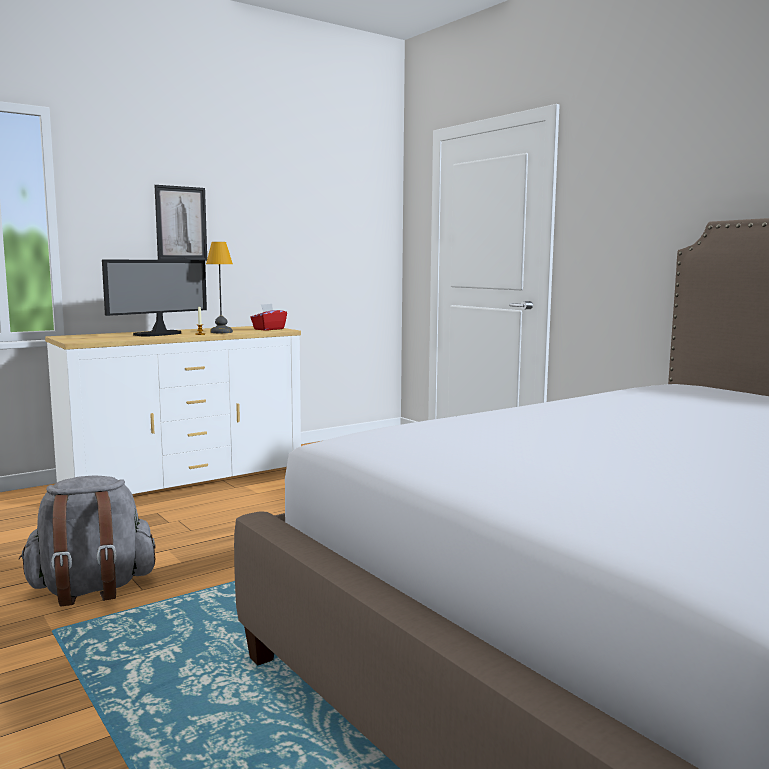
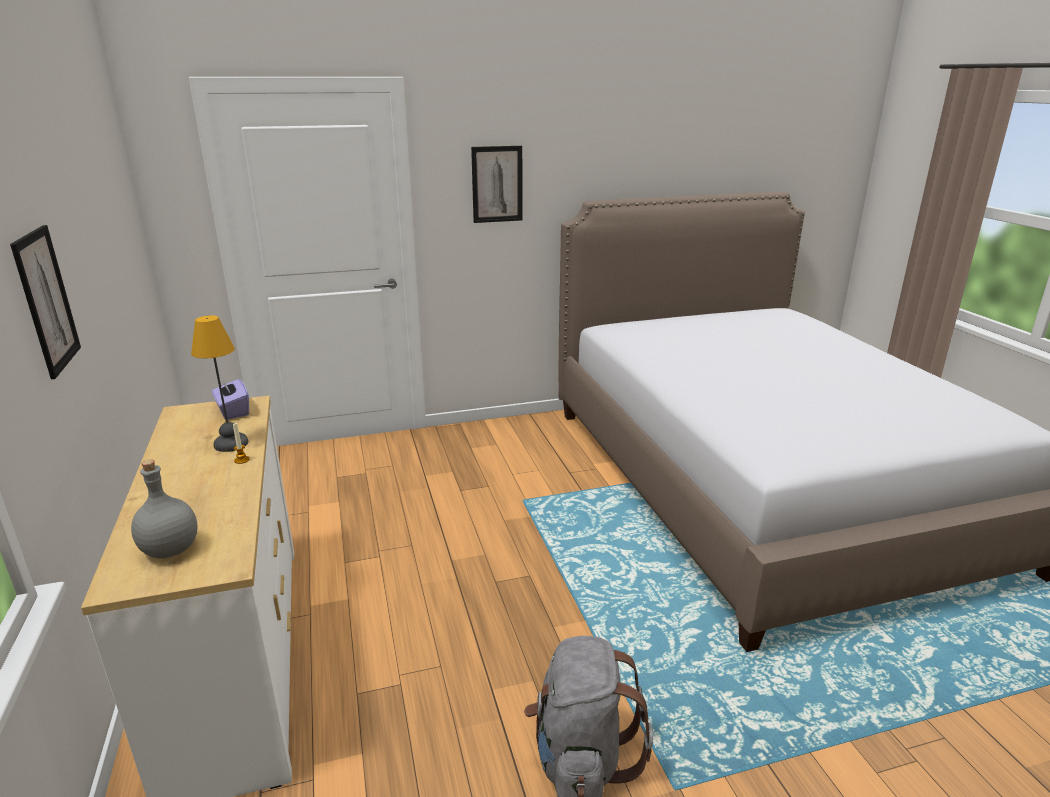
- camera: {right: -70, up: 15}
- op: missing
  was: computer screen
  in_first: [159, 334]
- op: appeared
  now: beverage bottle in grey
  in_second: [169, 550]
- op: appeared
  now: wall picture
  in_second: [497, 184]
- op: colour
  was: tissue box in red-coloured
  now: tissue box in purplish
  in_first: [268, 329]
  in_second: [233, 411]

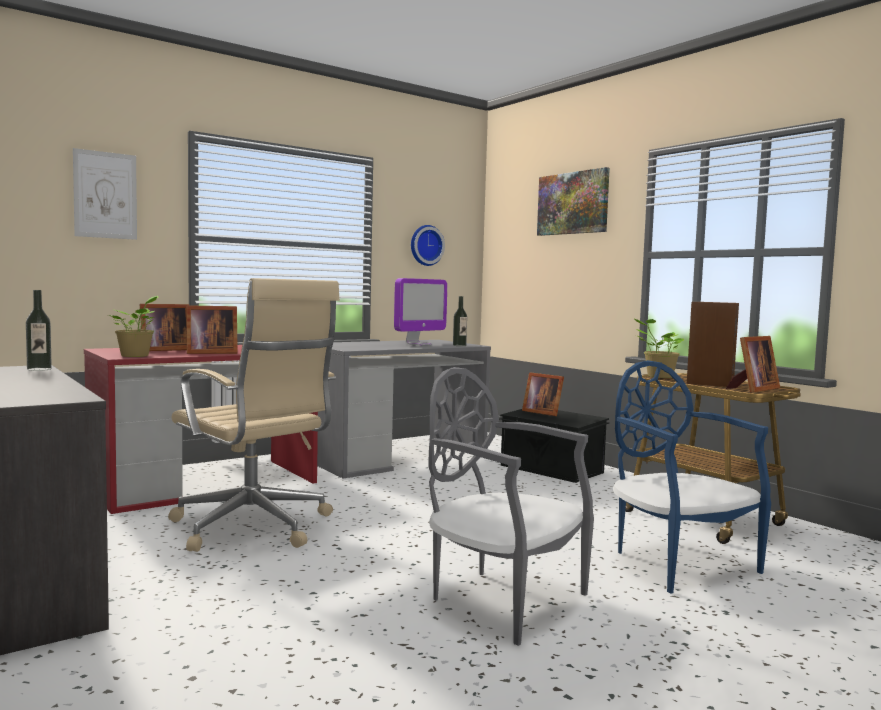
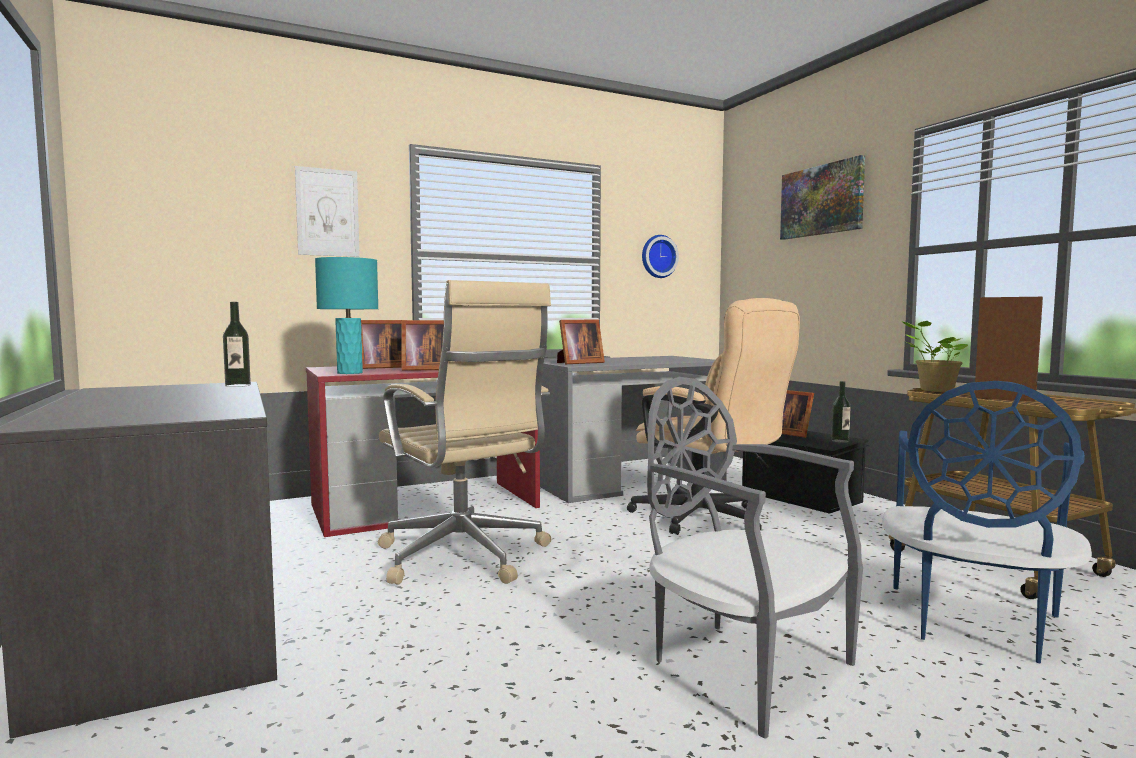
- camera: {right: 10, up: 0}
- op: missing
  was: computer screen
  in_first: [419, 344]
- op: appeared
  now: computer chair in beige
  in_second: [708, 519]
- op: relocated
  was: beverage bottle
  in_first: [459, 345]
  in_second: [840, 441]
- op: relocated
  was: picture frame
  in_first: [752, 389]
  in_second: [578, 363]
- op: exchanged
  was: plant in a pot
  now: tabletop lamp in turquoise
  in_first: [136, 356]
  in_second: [349, 373]
- op: spun
  was: chair in blue
  in_first: [678, 563]
  in_second: [974, 624]
  clockwise: -135

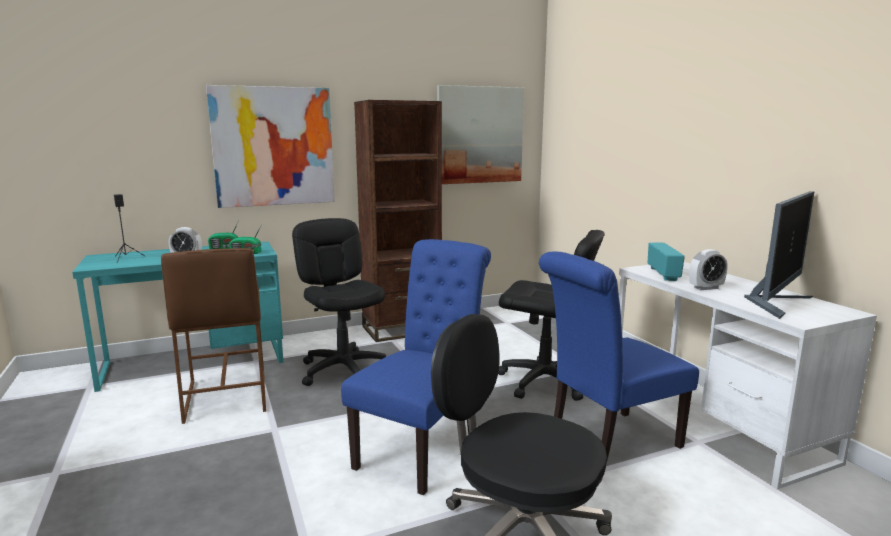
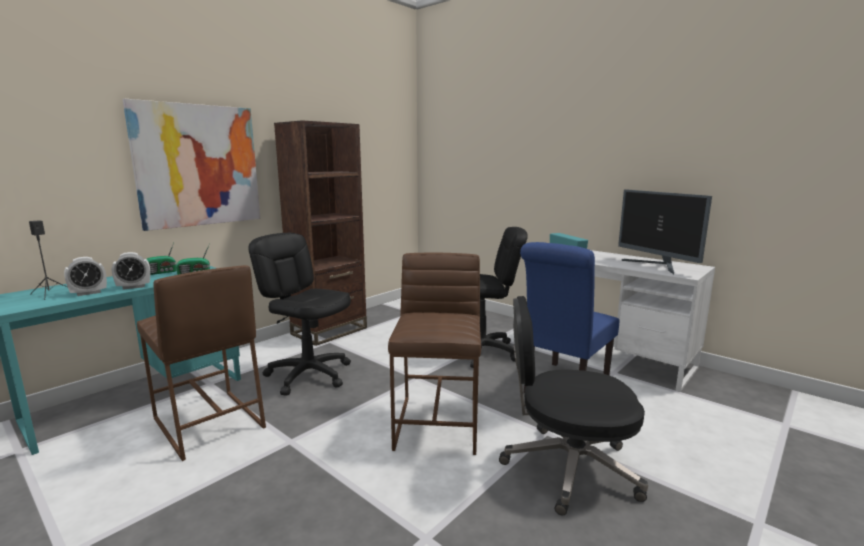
- camera: {right: -25, up: 0}
- op: missing
  was: wall picture
  in_first: [479, 135]
- op: relocated
  was: alarm clock
  in_first: [706, 288]
  in_second: [89, 293]
- op: exchanged
  was: chair in blue
  now: stool in brown-coloured
  in_first: [423, 448]
  in_second: [438, 423]
- op: spun
  was: computer screen
  in_first: [775, 303]
  in_second: [657, 266]
  clockwise: 135

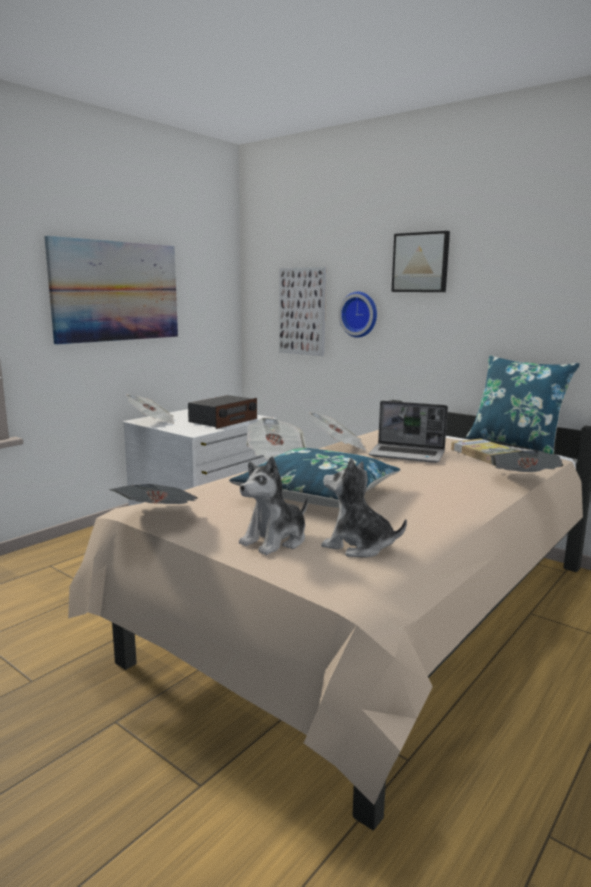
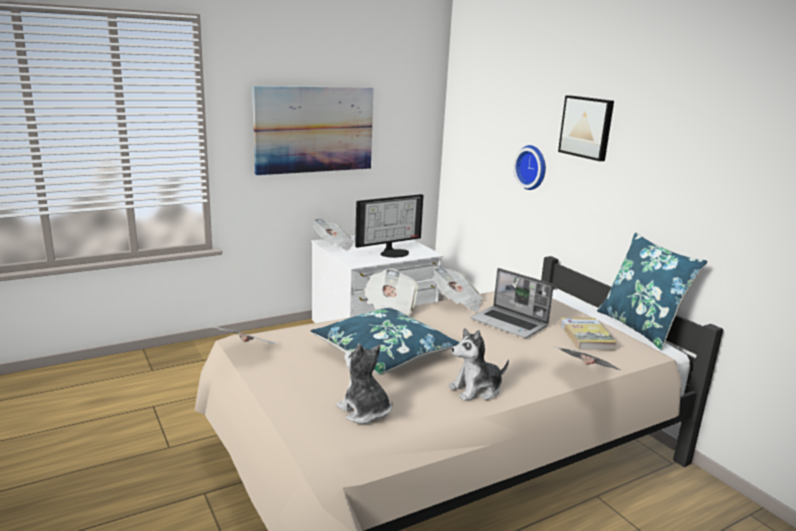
- camera: {right: 20, up: 5}
- op: missing
  was: wall picture
  in_first: [302, 311]
- op: relocated
  was: soft toy
  in_first: [275, 541]
  in_second: [476, 390]
- op: exchanged
  was: radio
  now: computer screen
  in_first: [223, 421]
  in_second: [393, 252]

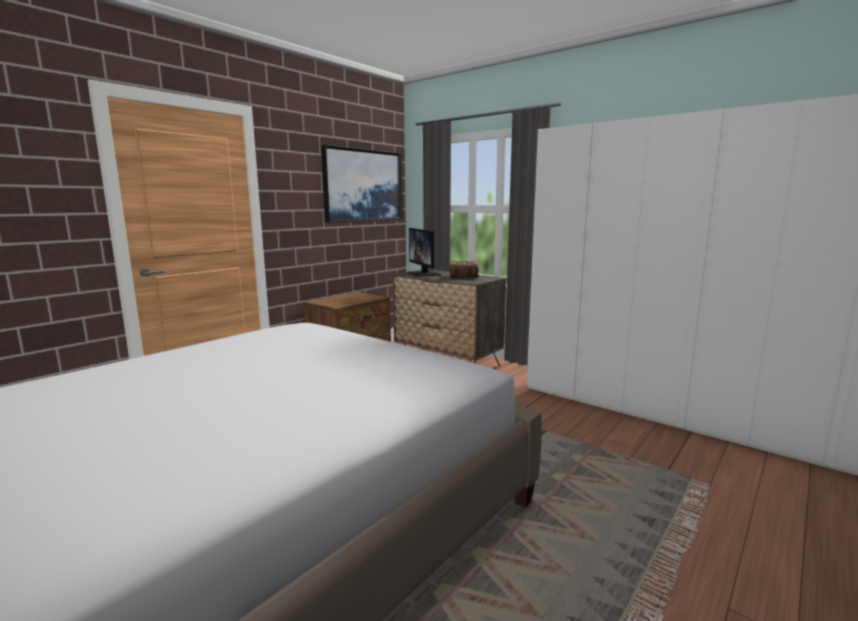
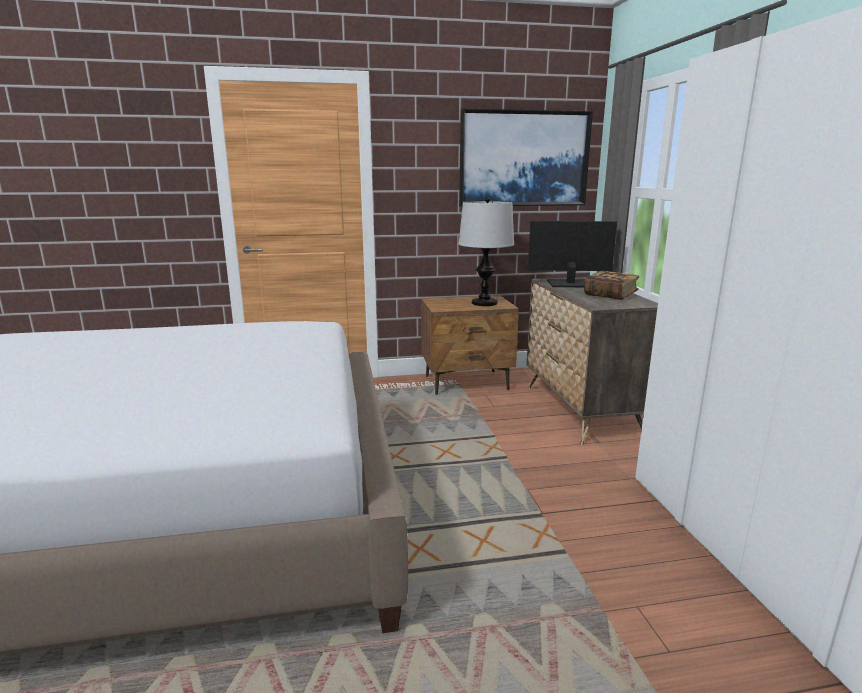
- camera: {right: 40, up: 5}
- op: appeared
  now: tabletop lamp
  in_second: [484, 303]
- op: spun
  was: computer screen
  in_first: [424, 273]
  in_second: [569, 283]
  clockwise: 75

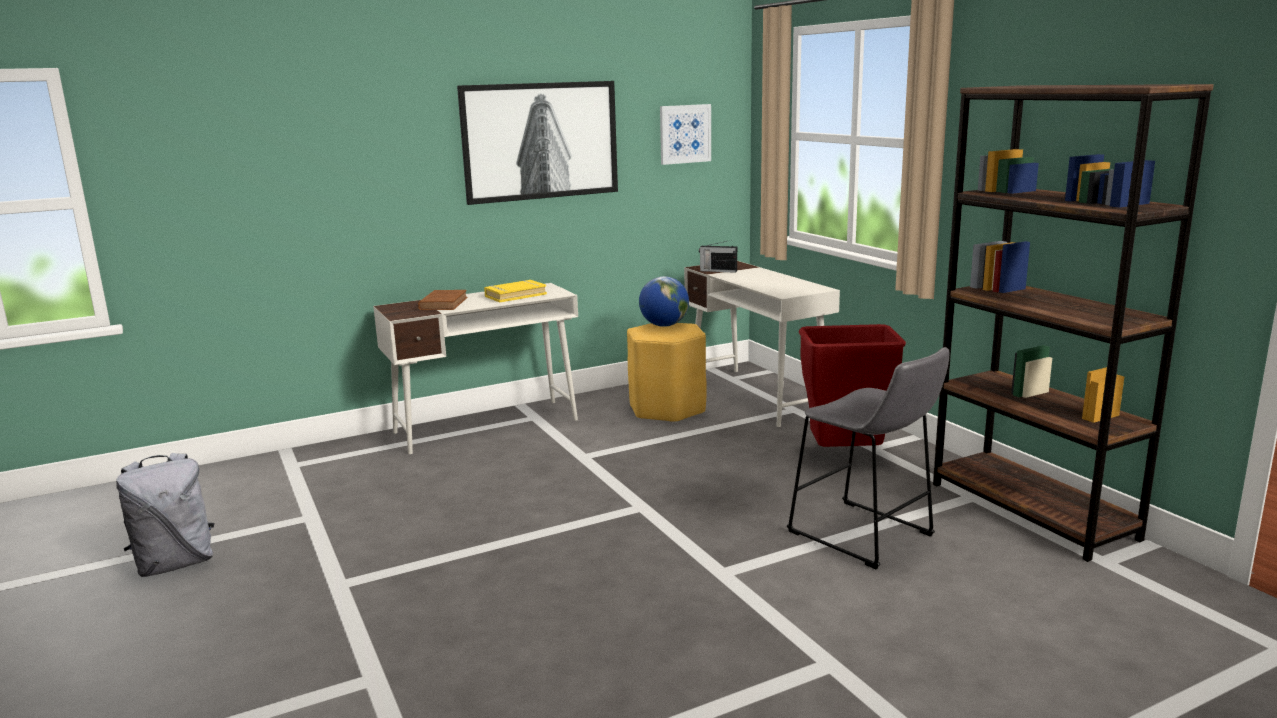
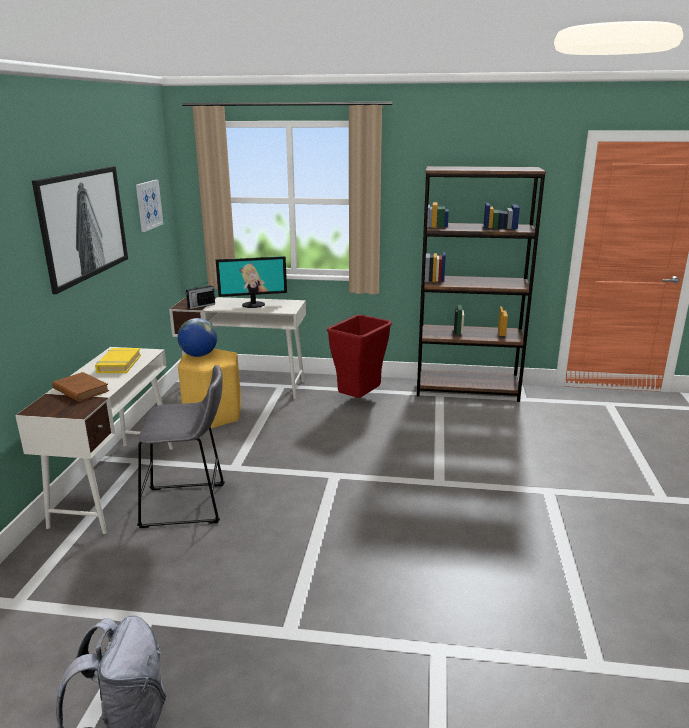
- camera: {right: -55, up: 5}
- op: appeared
  now: computer screen
  in_second: [253, 304]
- op: relocated
  was: stool in grey
  in_first: [865, 536]
  in_second: [189, 505]

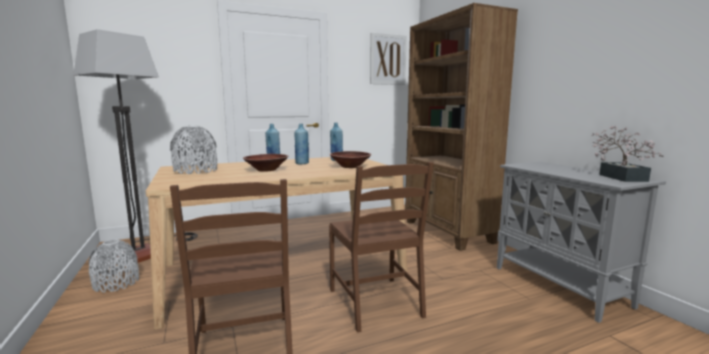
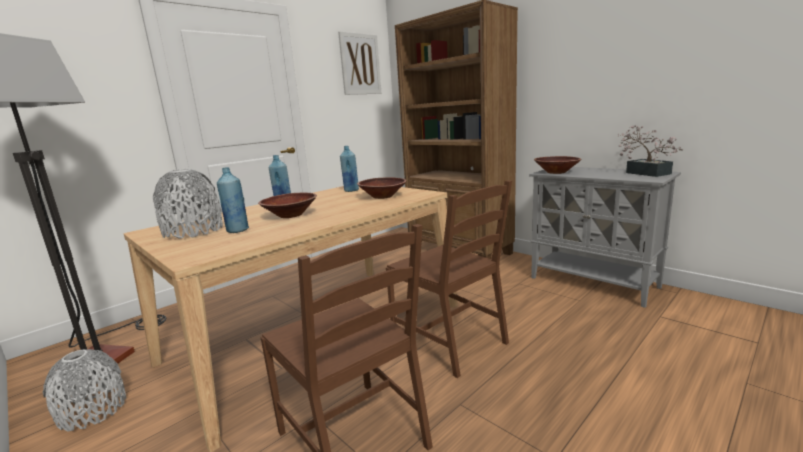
- camera: {right: -20, up: 5}
- op: appeared
  now: serving bowl in brown-coloured
  in_second: [556, 172]
- op: relocated
  was: beverage bottle in blue
  in_first: [302, 163]
  in_second: [237, 230]

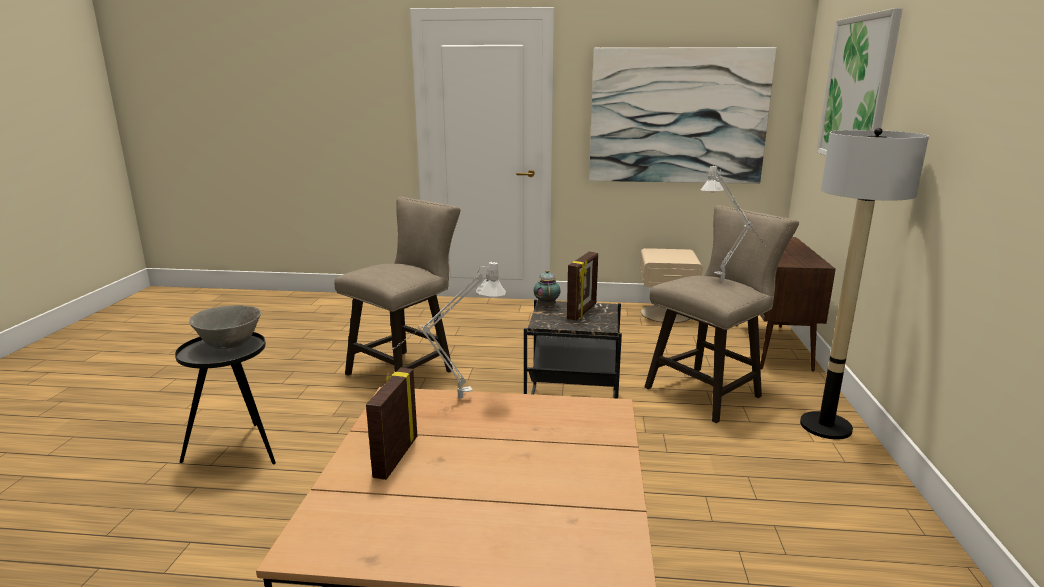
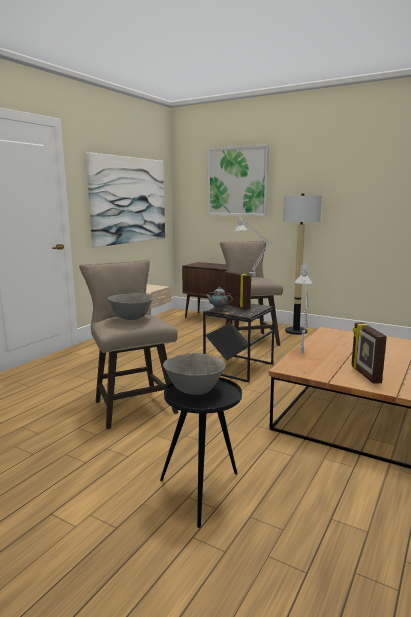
- camera: {right: -65, up: -5}
- op: appeared
  now: serving bowl in grey
  in_second: [131, 318]
- op: spun
  was: picture frame
  in_first: [394, 457]
  in_second: [364, 374]
  clockwise: 45

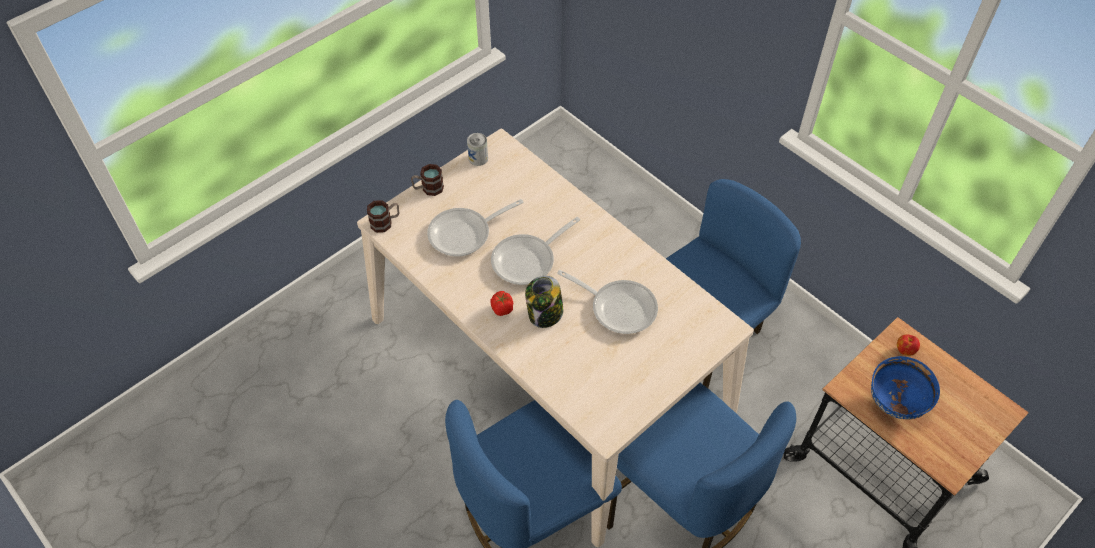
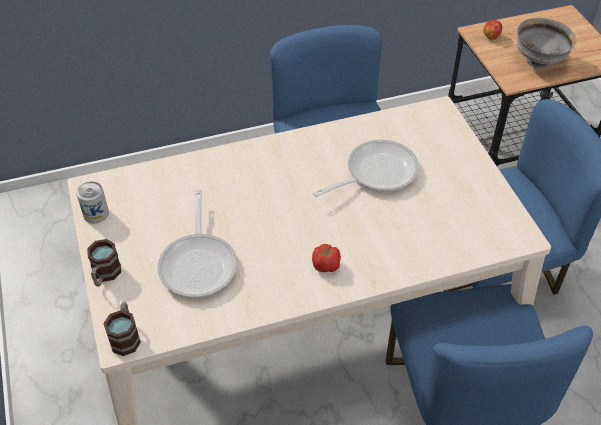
- camera: {right: -65, up: -5}
- op: missing
  was: skillet
  in_first: [528, 260]
- op: missing
  was: preserve jar
  in_first: [545, 314]
- op: colour
  was: serving bowl in blue
  now: serving bowl in grey
  in_first: [895, 404]
  in_second: [539, 61]

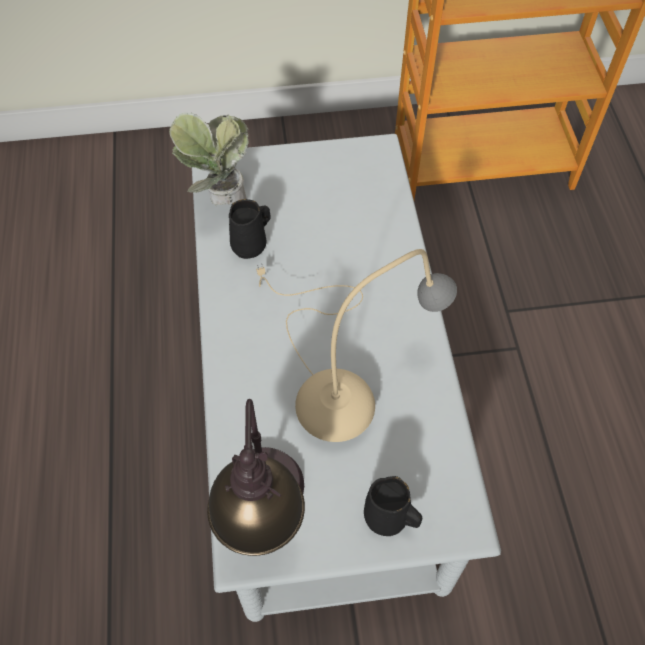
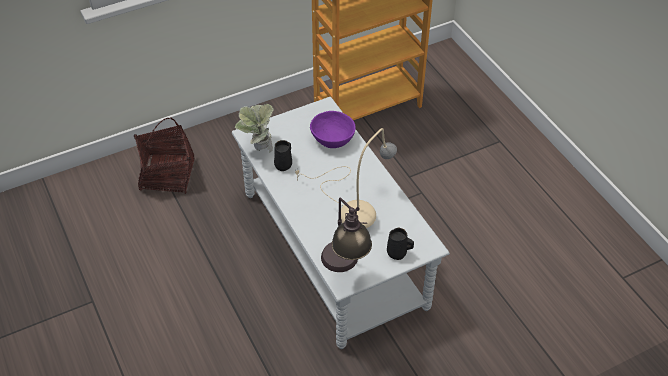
- camera: {right: -20, up: -10}
- op: appeared
  now: storage basket
  in_second: [167, 175]
- op: appeared
  now: serving bowl in purplish
  in_second: [332, 139]

